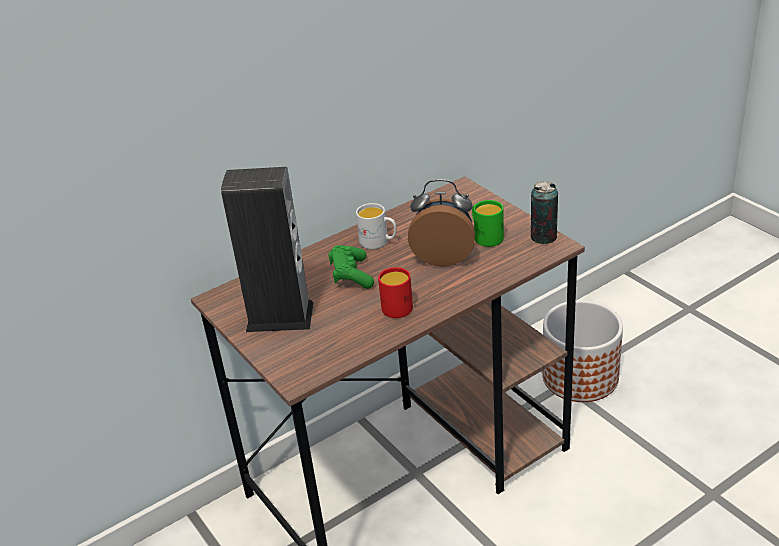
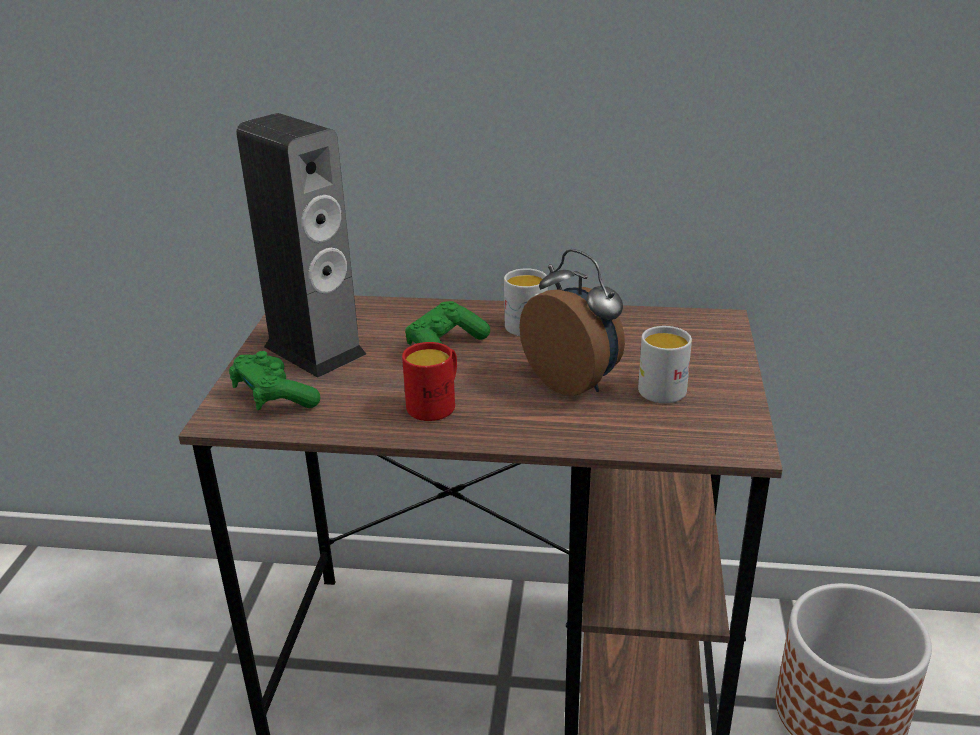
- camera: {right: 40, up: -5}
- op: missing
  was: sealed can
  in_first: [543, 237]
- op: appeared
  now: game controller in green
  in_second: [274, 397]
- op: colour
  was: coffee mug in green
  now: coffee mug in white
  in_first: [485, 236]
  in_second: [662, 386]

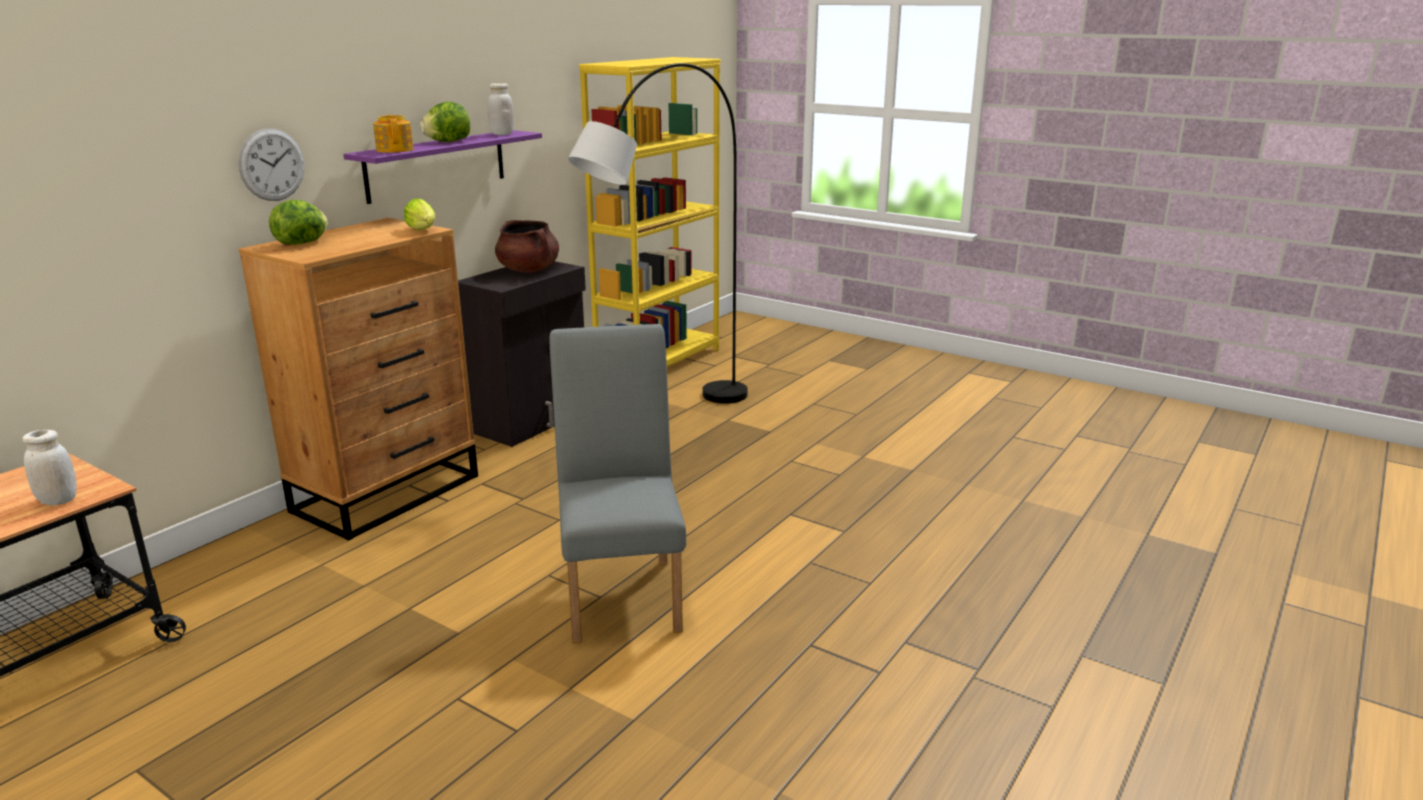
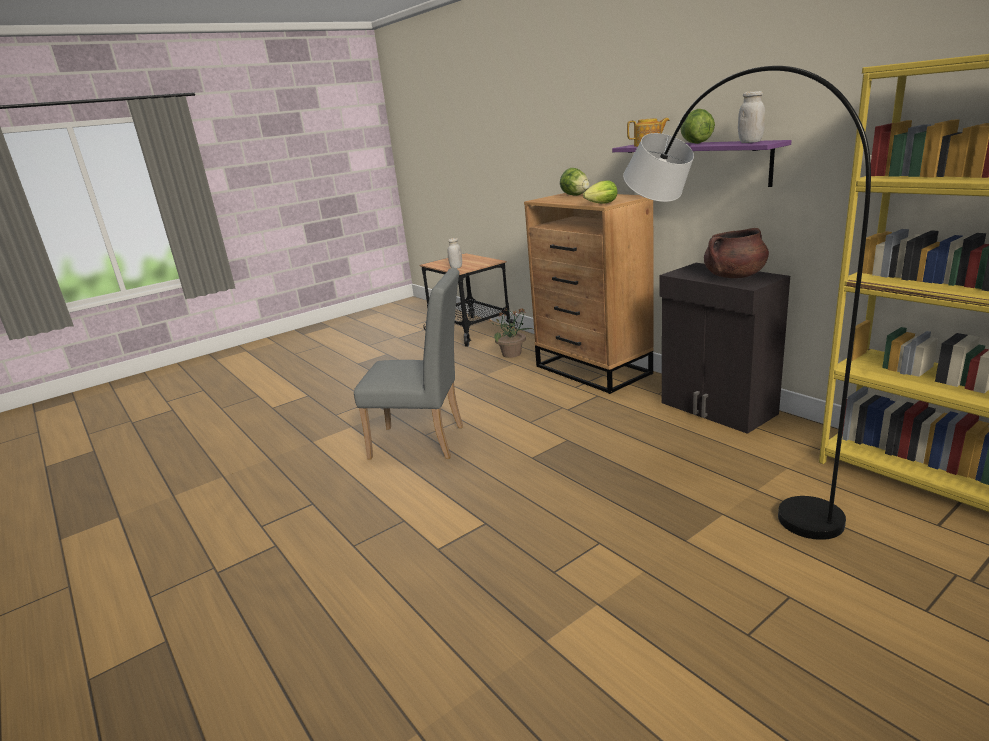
- camera: {right: 110, up: 0}
- op: missing
  was: hanging clock
  in_first: [272, 165]
- op: appeared
  now: plant in a pot
  in_second: [512, 354]

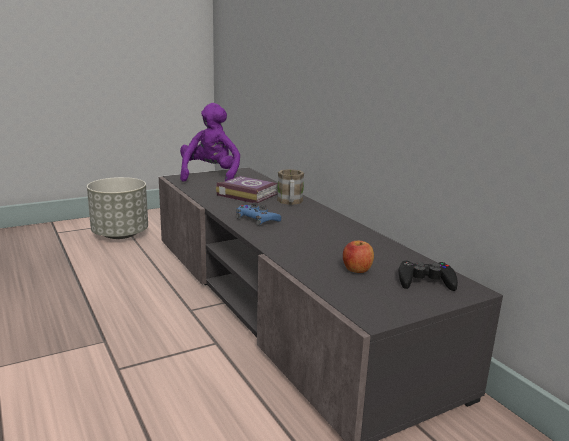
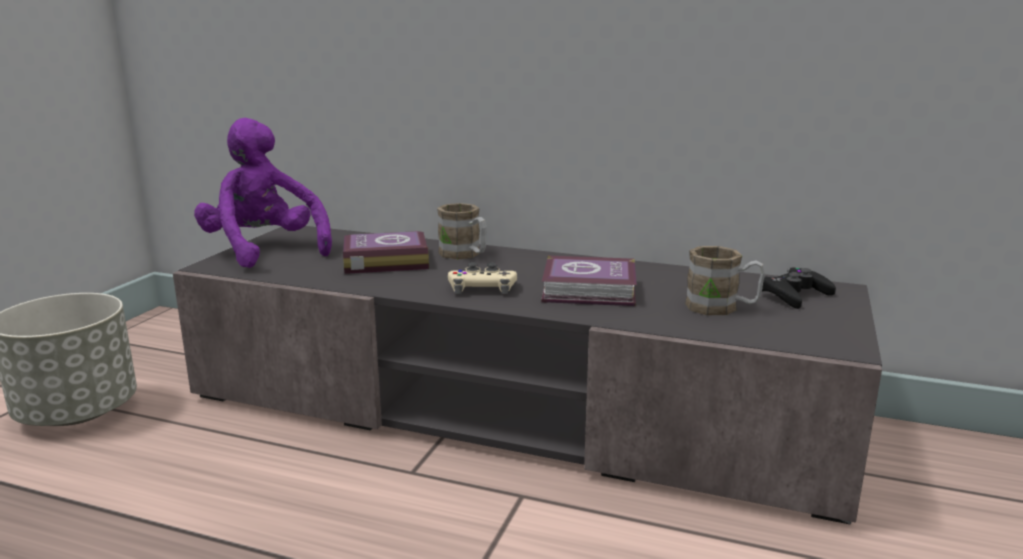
- camera: {right: -40, up: 0}
- op: appeared
  now: bound book
  in_second: [591, 291]
- op: exchanged
  was: apple fruit
  now: coffee mug in brown-coloured
  in_first: [356, 271]
  in_second: [722, 308]
- op: colour
  was: game controller in blue
  now: game controller in beige
  in_first: [257, 219]
  in_second: [482, 288]

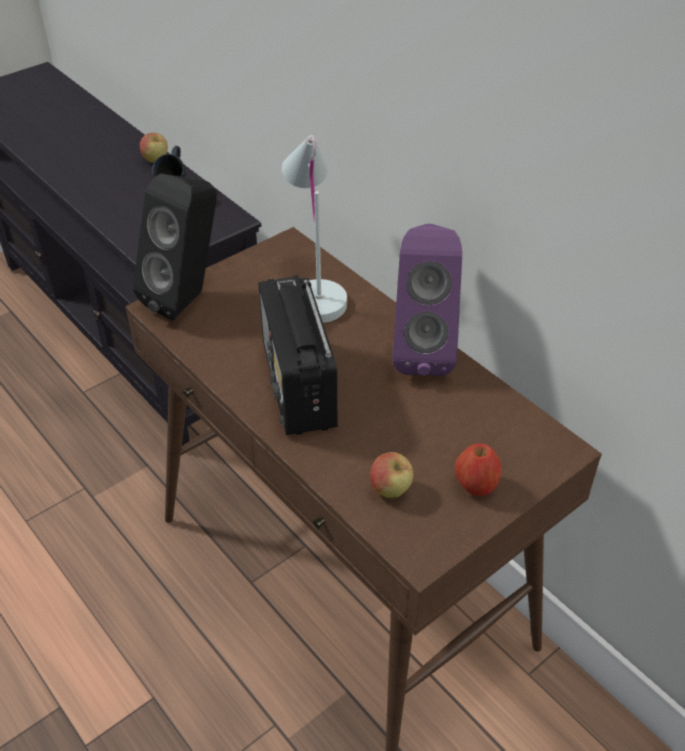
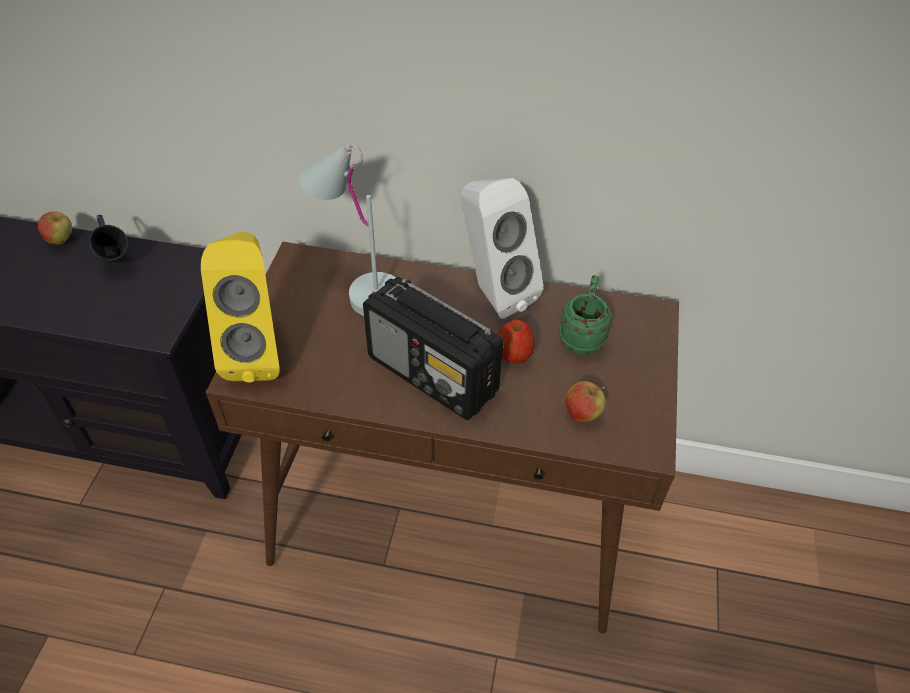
- camera: {right: -40, up: 5}
- op: appeared
  now: coffee mug in green
  in_second: [582, 336]
- op: relocated
  was: apple fruit
  in_first: [475, 486]
  in_second: [513, 356]
- op: colour
  was: speaker in blackish
  now: speaker in yellow-coloured
  in_first: [188, 298]
  in_second: [258, 352]
- op: colour
  was: speaker in purplish
  now: speaker in white
  in_first: [422, 351]
  in_second: [492, 293]

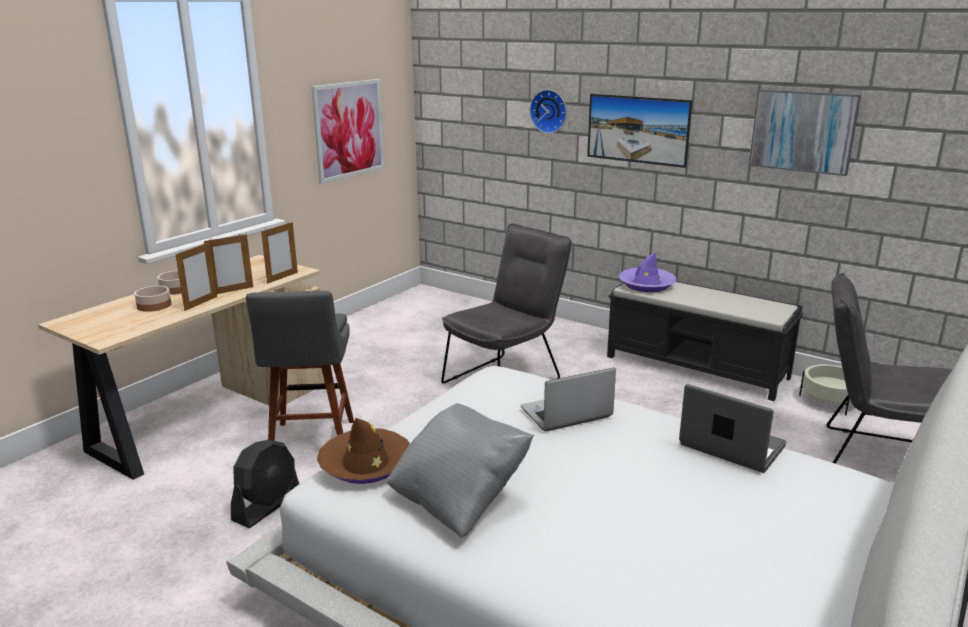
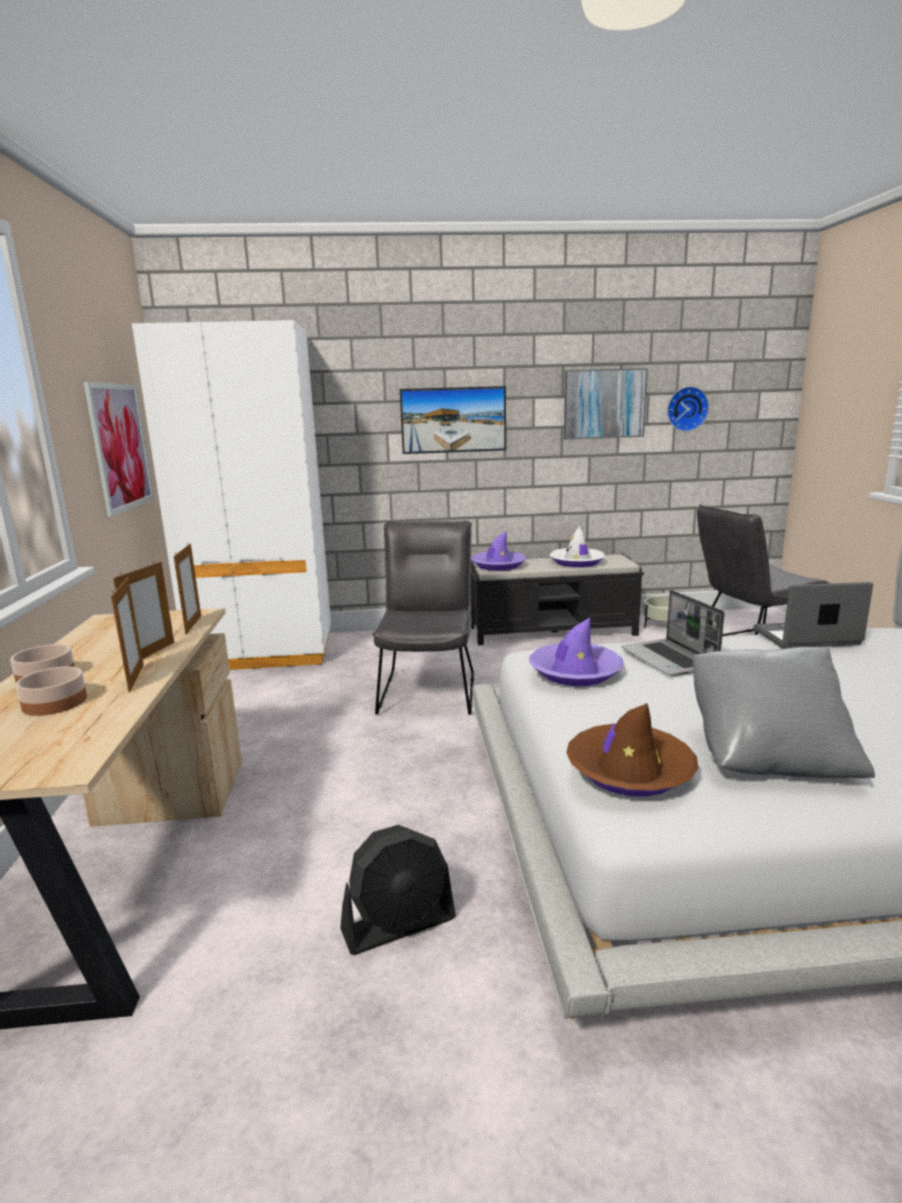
- camera: {right: -40, up: -5}
- op: missing
  was: stool in grey
  in_first: [311, 444]
- op: appeared
  now: wardrobe in white
  in_second: [264, 652]
- op: appeared
  now: hat in purplish
  in_second: [575, 672]
- op: appeared
  now: hat in white
  in_second: [577, 562]
- op: relocated
  was: hanging clock
  in_first: [549, 111]
  in_second: [686, 409]
- op: spun
  was: electric fan in blackish
  in_first: [267, 506]
  in_second: [399, 924]
  clockwise: 75
- op: spun
  was: portable computer
  in_first: [565, 414]
  in_second: [670, 659]
  clockwise: -45

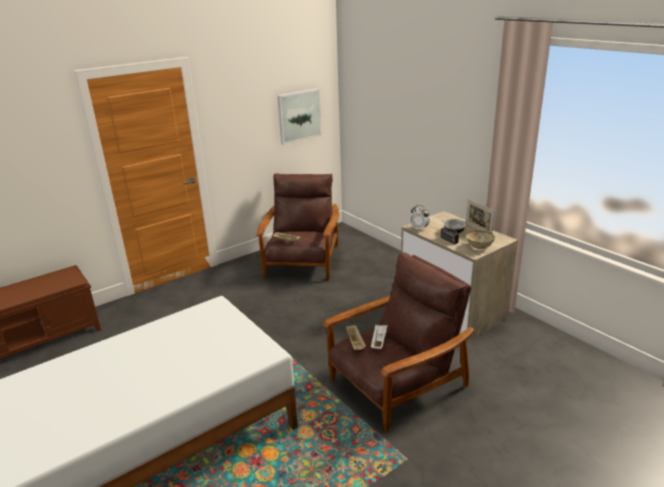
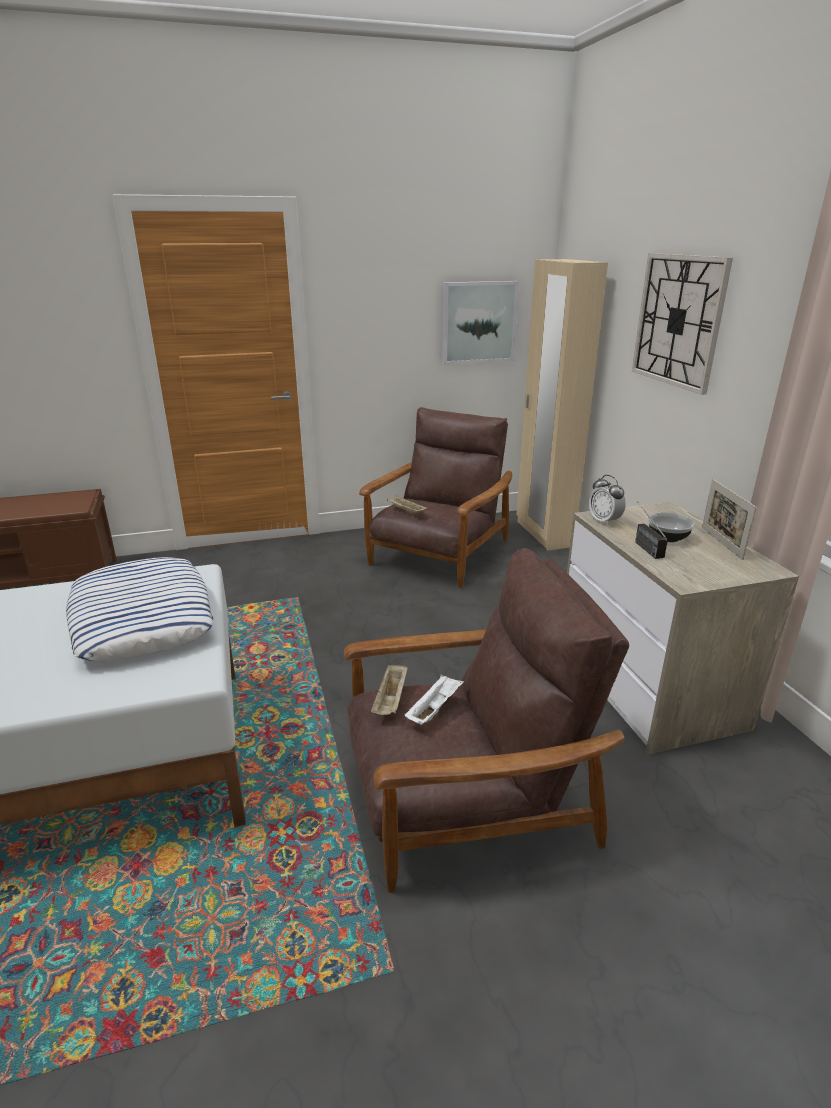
- camera: {right: 20, up: 0}
- op: missing
  was: serving bowl
  in_first: [479, 246]
- op: appeared
  now: throw pillow
  in_second: [142, 618]
- op: appeared
  now: wardrobe in beige
  in_second: [543, 534]
- op: appeared
  now: hanging clock
  in_second: [678, 321]

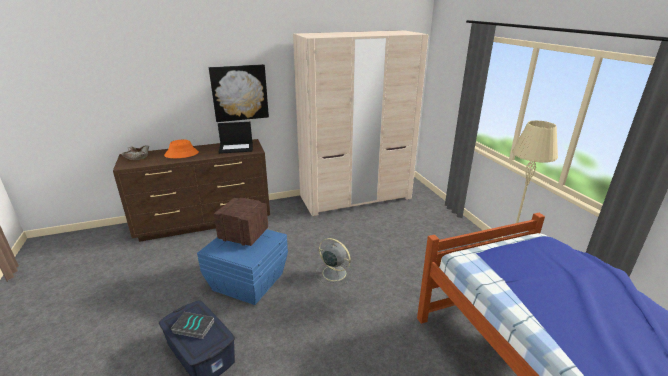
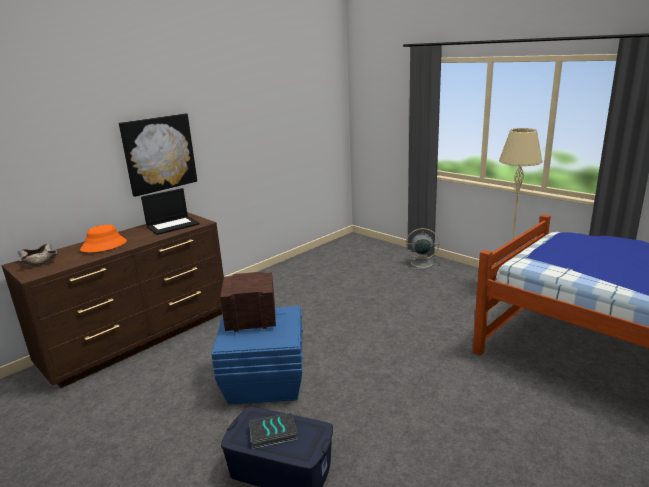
- camera: {right: -25, up: -5}
- op: missing
  was: wardrobe in beige
  in_first: [355, 197]
- op: relocated
  was: electric fan in grey
  in_first: [333, 273]
  in_second: [420, 263]

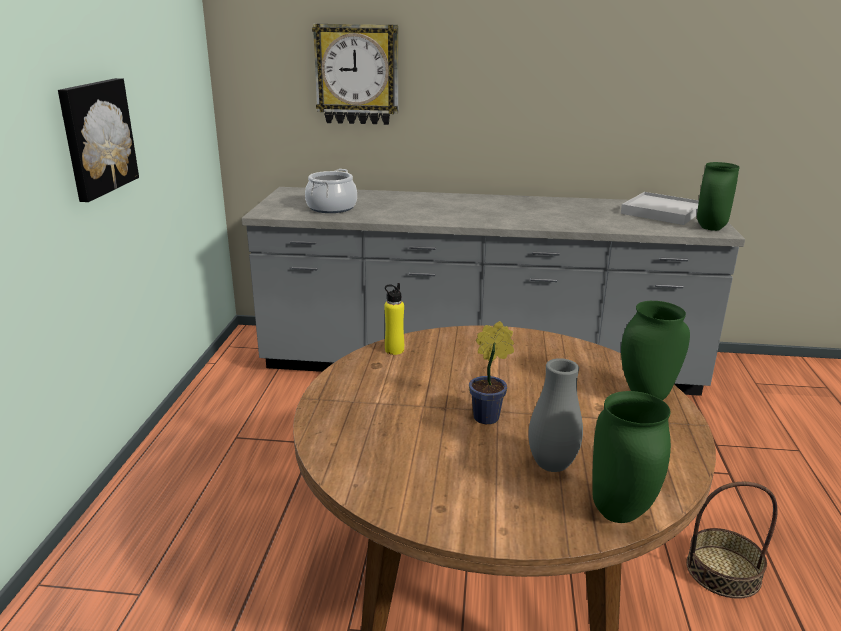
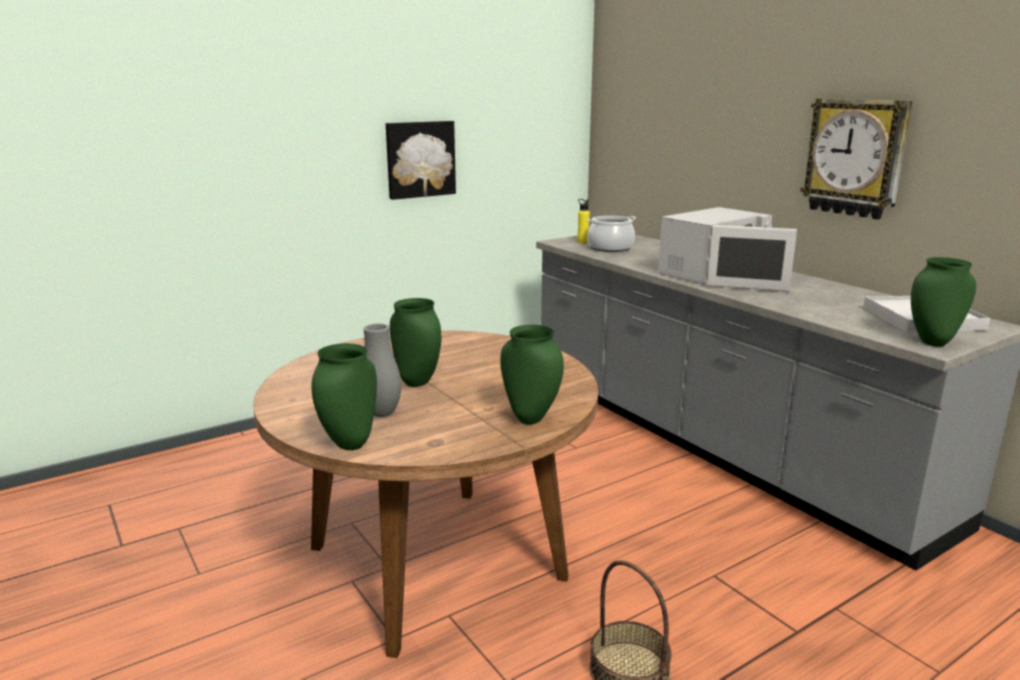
- camera: {right: 50, up: -5}
- op: appeared
  now: kitchen microwave in white
  in_second: [714, 274]
- op: relocated
  was: hanging clock
  in_first: [357, 74]
  in_second: [855, 158]
- op: relocated
  was: beverage bottle in yellow-coloured
  in_first: [394, 350]
  in_second: [582, 242]
- op: exchanged
  was: plant in a pot
  now: vase in green
  in_first: [489, 417]
  in_second: [416, 383]

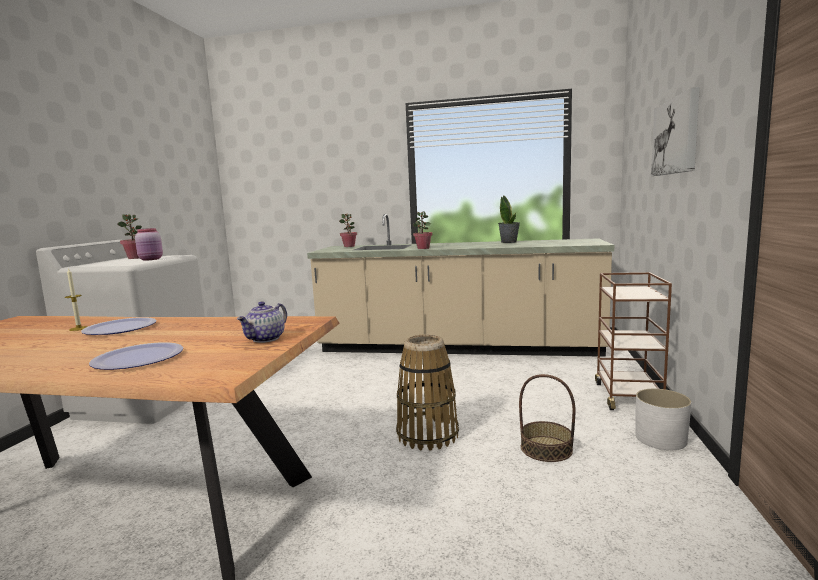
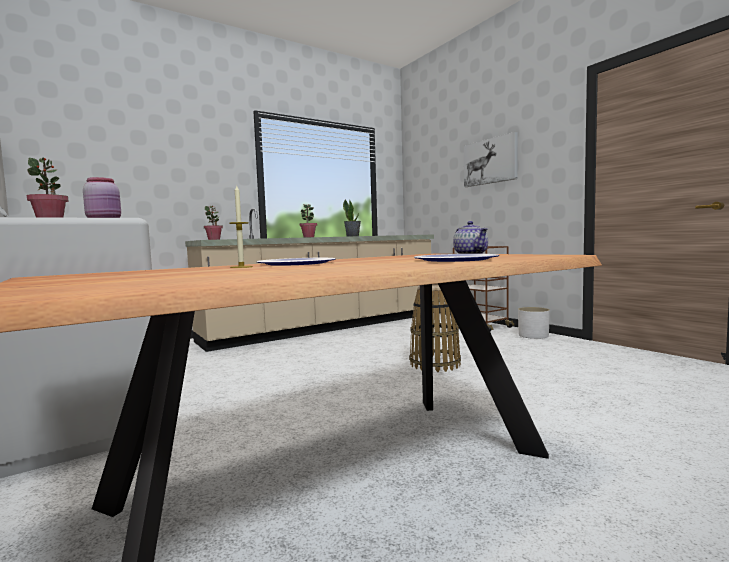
- camera: {right: -45, up: -5}
- op: missing
  was: storage basket
  in_first: [546, 448]

